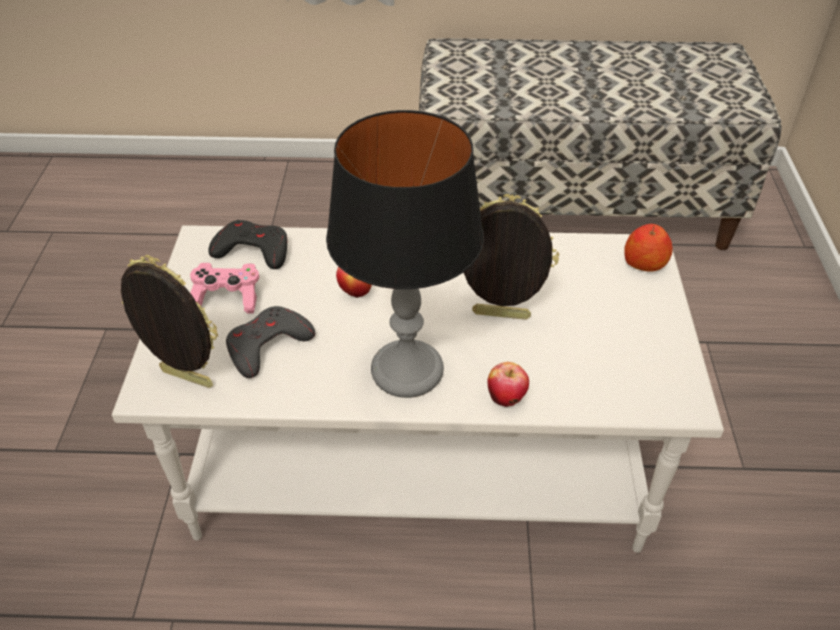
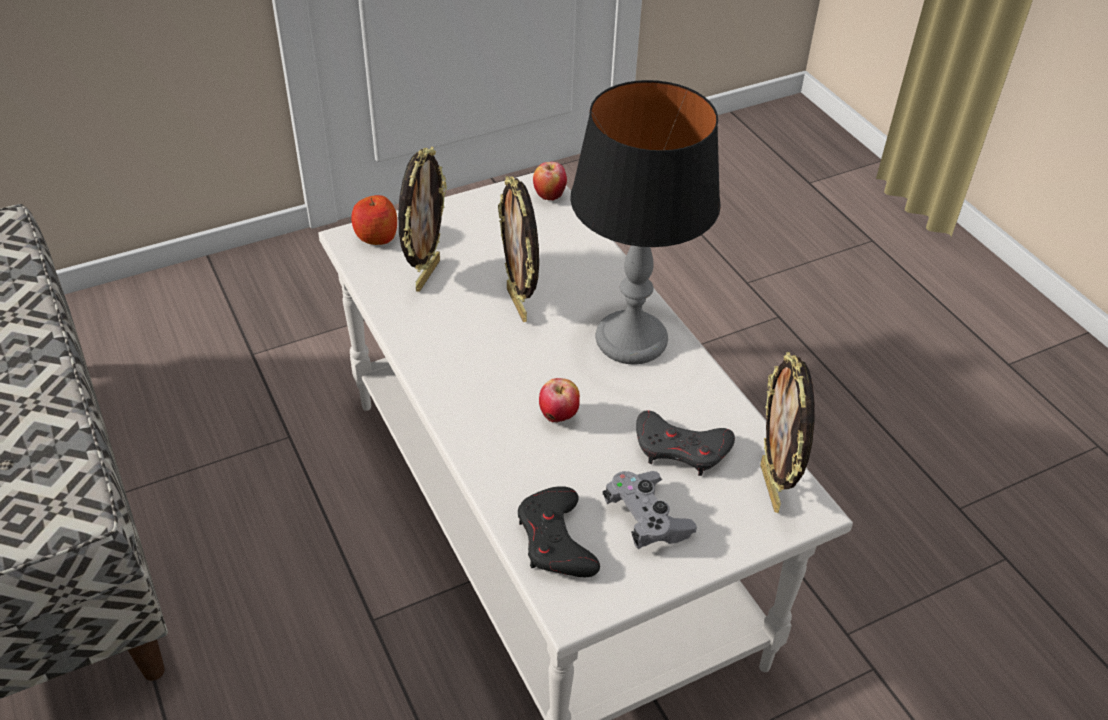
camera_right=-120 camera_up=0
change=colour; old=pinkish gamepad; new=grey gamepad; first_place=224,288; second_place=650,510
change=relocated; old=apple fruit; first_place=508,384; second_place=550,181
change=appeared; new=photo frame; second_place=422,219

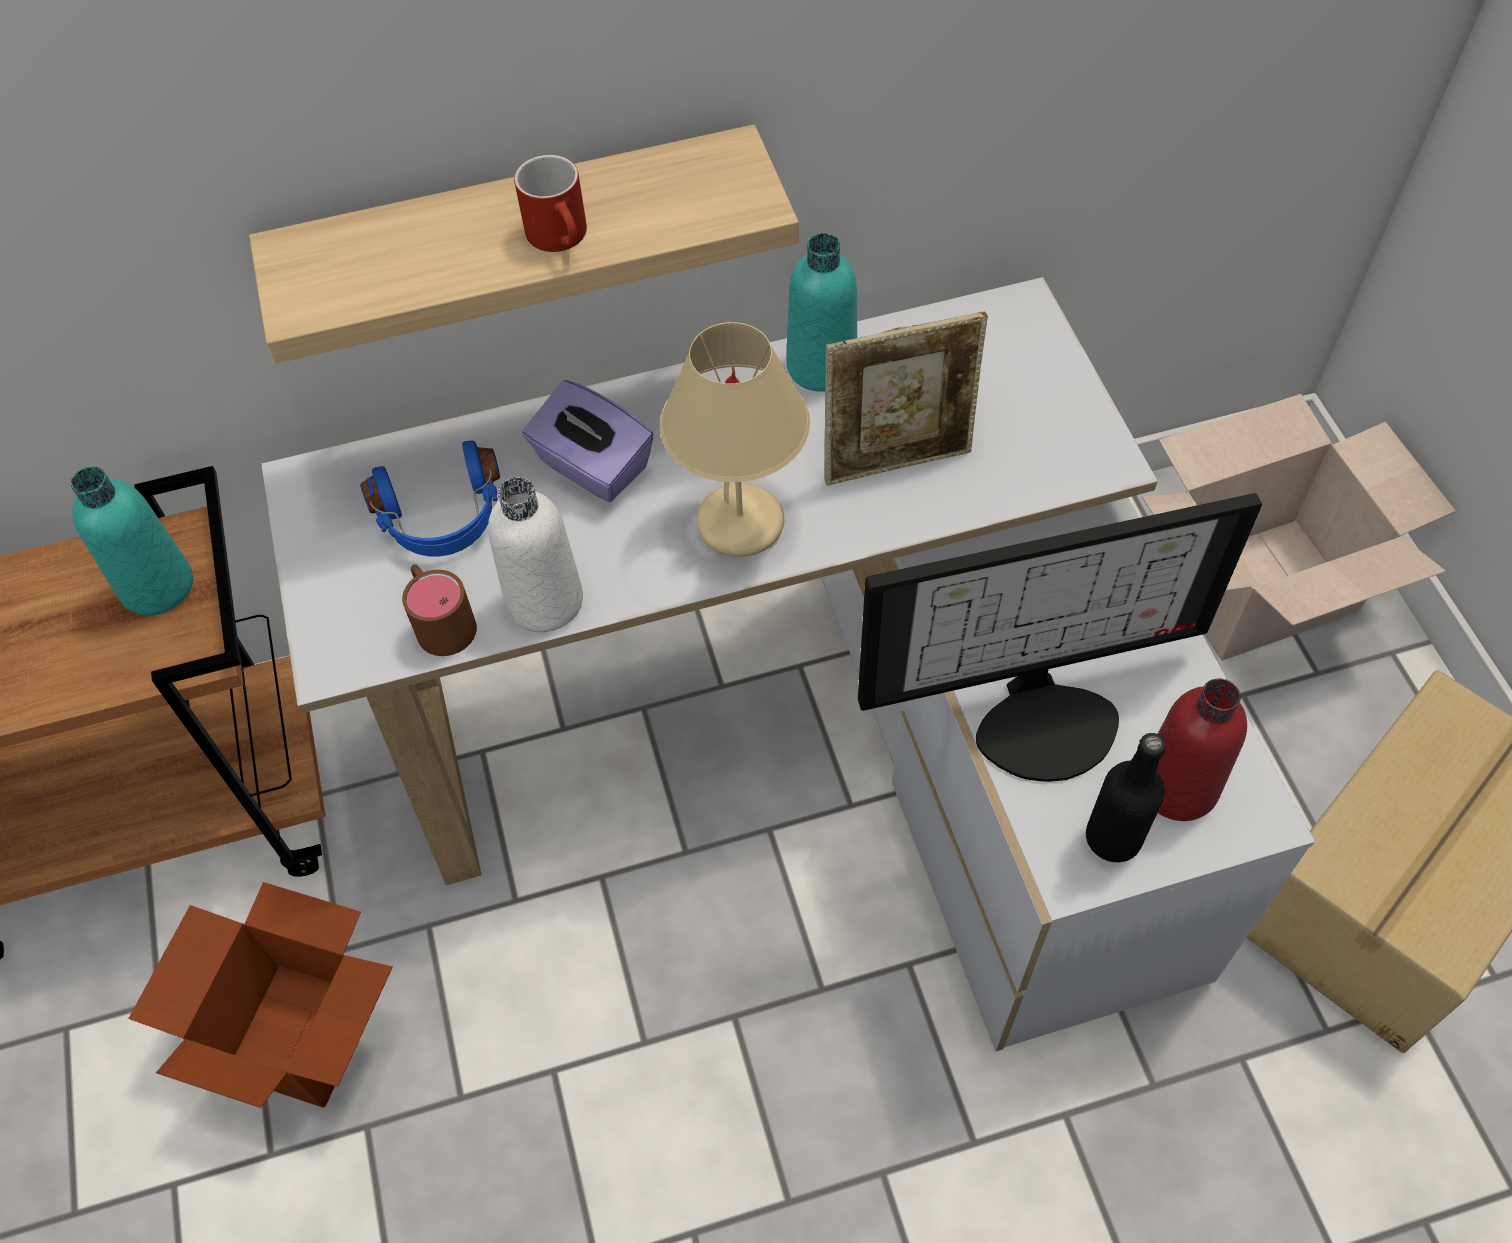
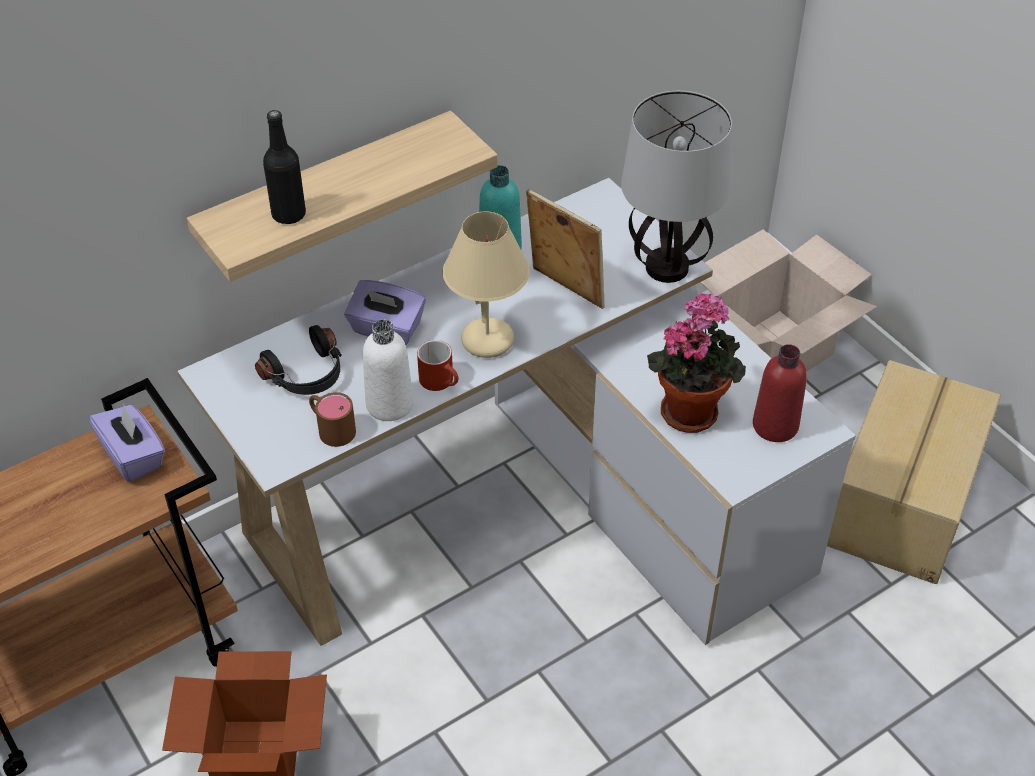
camera_right=-20 camera_up=-10
change=exchanged; old=turquoise bottle; new=purplish box of tissues; first_place=132,541; second_place=127,443
change=colour; old=bluish pair of headphones; new=black pair of headphones; first_place=430,499; second_place=298,360
change=relocated; old=red mug; first_place=550,203; second_place=437,365
change=spun; old=photo frame; first_place=906,398; second_place=565,249; degrees=-105
change=exchanged; old=computer screen; new=plant in a pot; first_place=1060,637; second_place=696,363
change=relocated; old=black bottle; first_place=1126,797; second_place=284,167
change=appeared; new=tabletop lamp; second_place=676,187

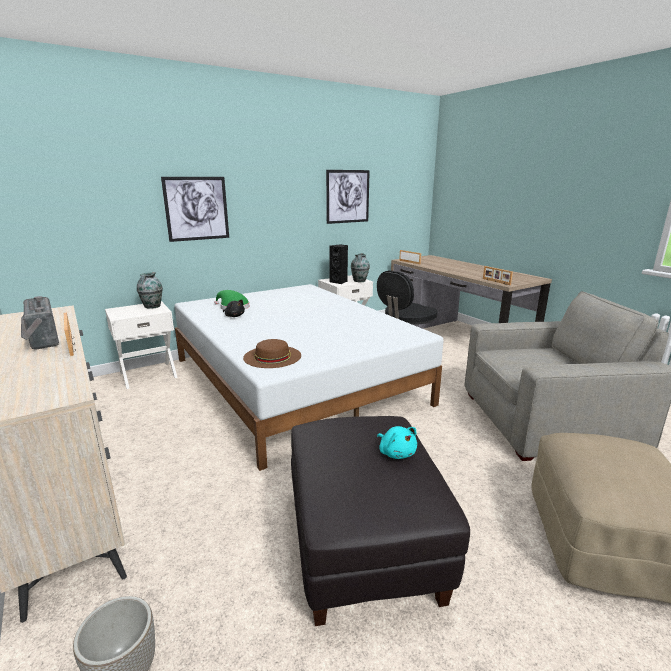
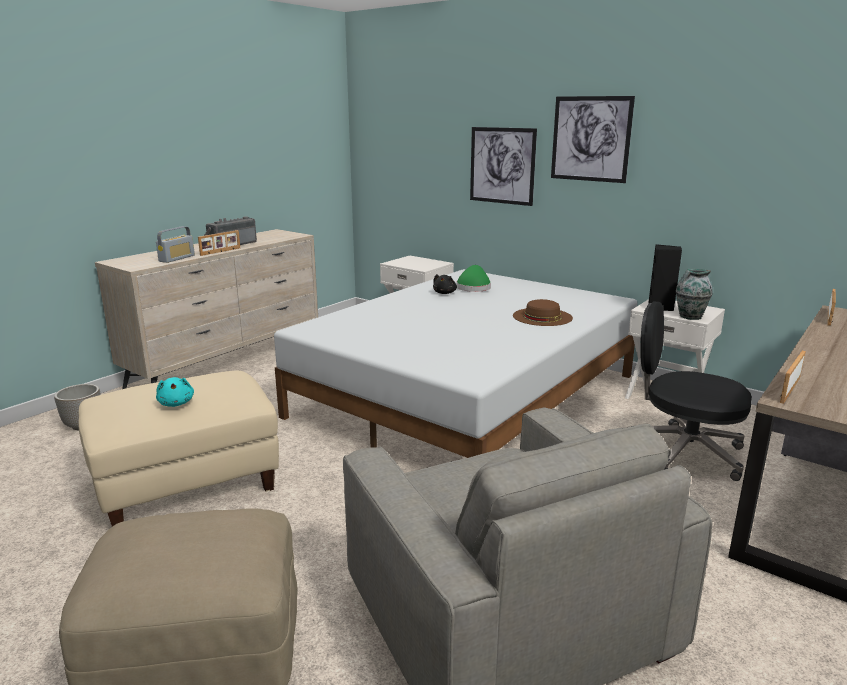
camera_right=70 camera_up=0
change=missing; old=flower vase; first_place=150,290
change=relocated; old=brown-coloured wearable hat; first_place=272,353; second_place=543,312
change=colour; old=black ottoman; new=beige-coloured ottoman; first_place=380,521; second_place=178,449
change=relocated; old=wall picture; first_place=348,197; second_place=593,139
change=spun; old=turquoise plush toy; first_place=397,442; second_place=175,392; degrees=-60
change=appeared; new=radio set; second_place=175,244

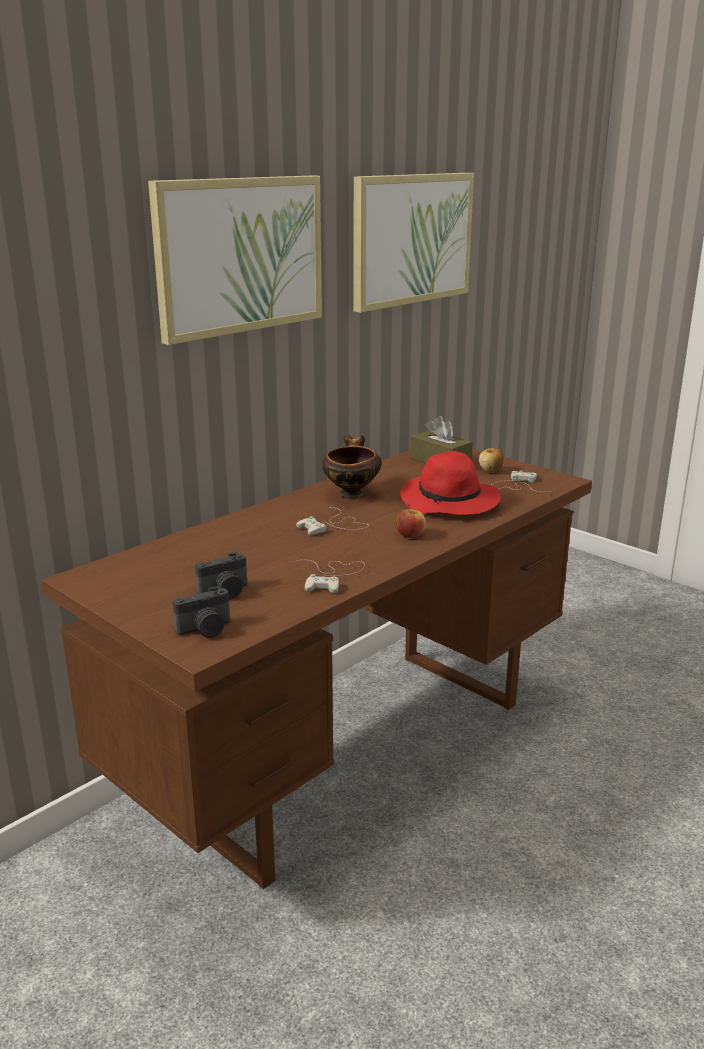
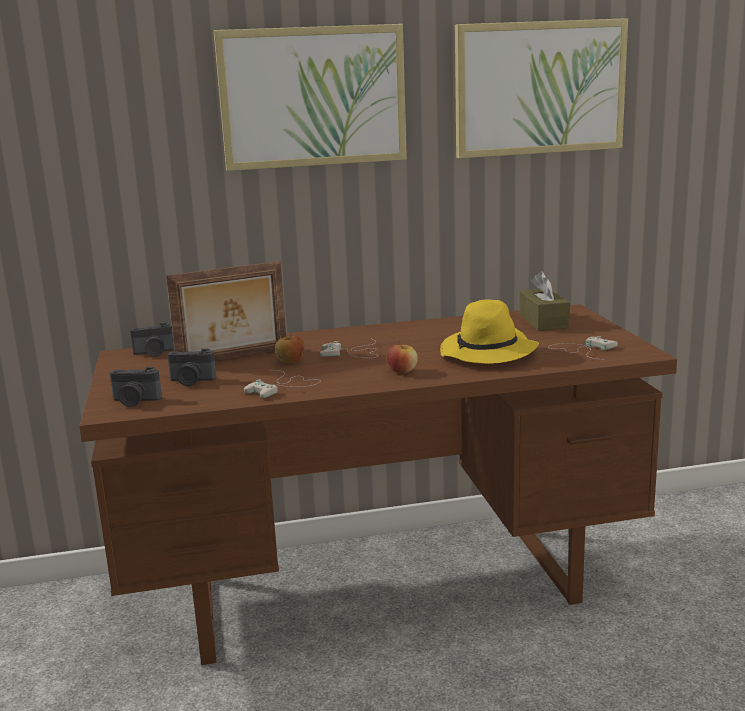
camera_right=35 camera_up=-5
change=missing; old=bowl; first_place=352,467
change=colour; old=red wearable hat; new=yellow-coloured wearable hat; first_place=450,483; second_place=489,332
change=relocated; old=apple fruit; first_place=491,460; second_place=289,349
change=appeared; new=photo camera; second_place=152,340
change=appeared; new=photo frame; second_place=226,311

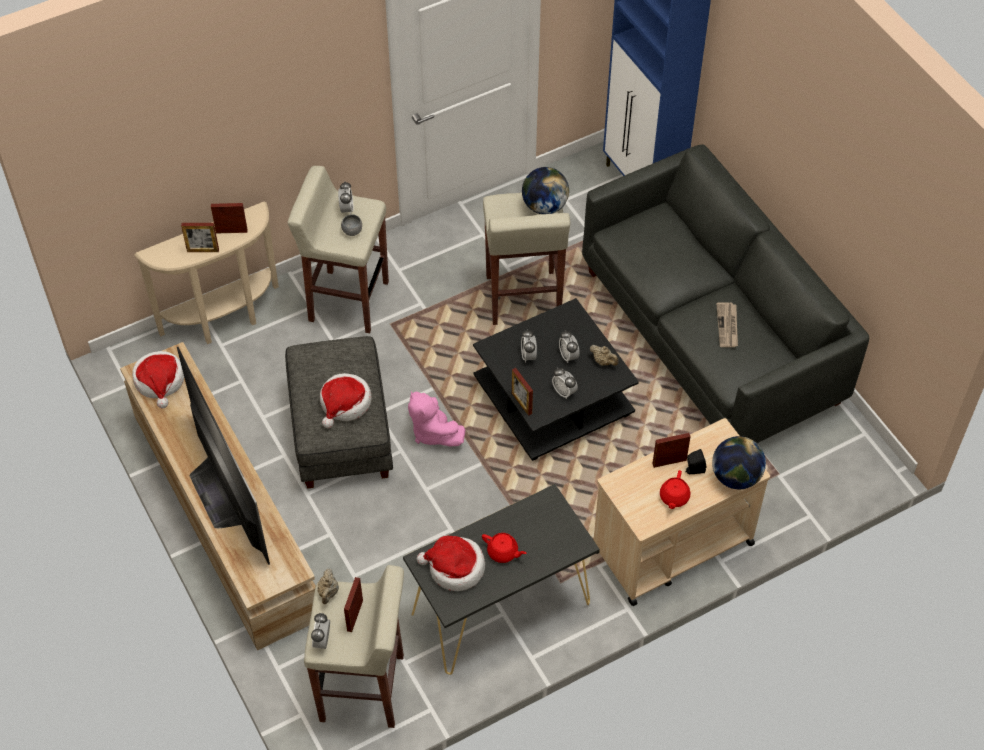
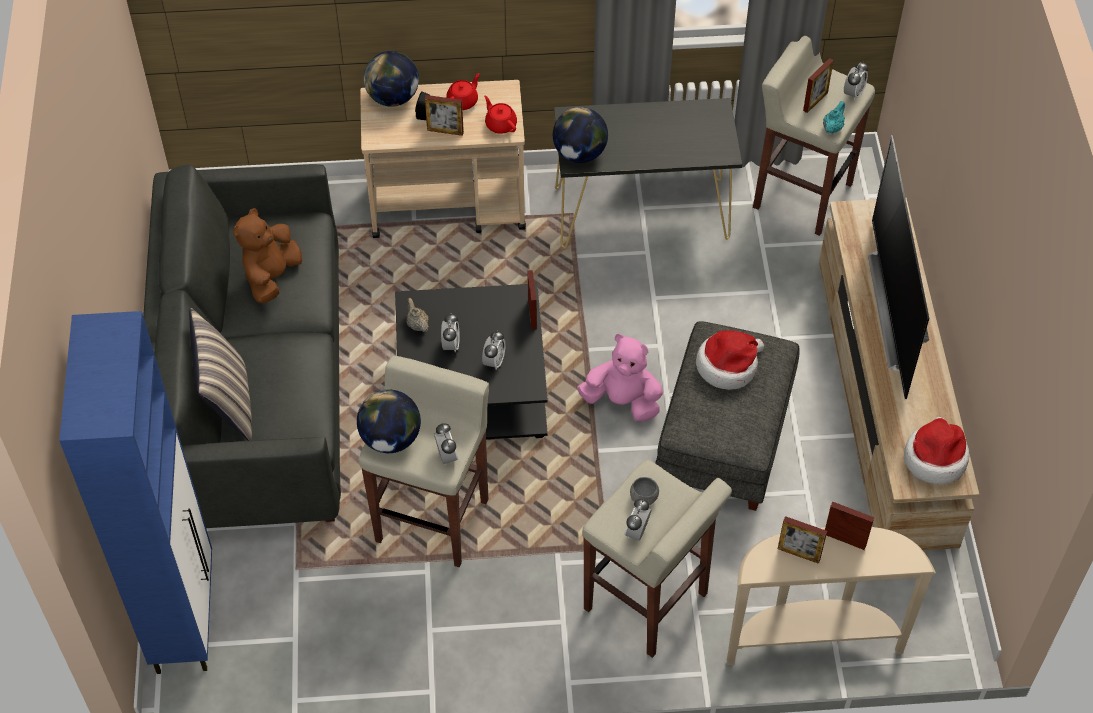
camera_right=-155 camera_up=0
change=colour; old=beige-coloured tea pot; new=turquoise tea pot; first_place=328,586; second_place=834,117
change=spun; old=pinkish plush toy; first_place=436,418; second_place=620,378; degrees=-60
change=missing; old=wearable hat; first_place=450,563
change=relocated; old=red tea pot; first_place=504,548; second_place=500,115
change=relocated; old=alarm clock; first_place=565,383; second_place=446,443
change=exchanged; old=newspaper; new=brown-coloured plush toy; first_place=727,324; second_place=267,256
change=appeared; new=cushion; second_place=220,374
change=appeared; new=globe; second_place=580,135

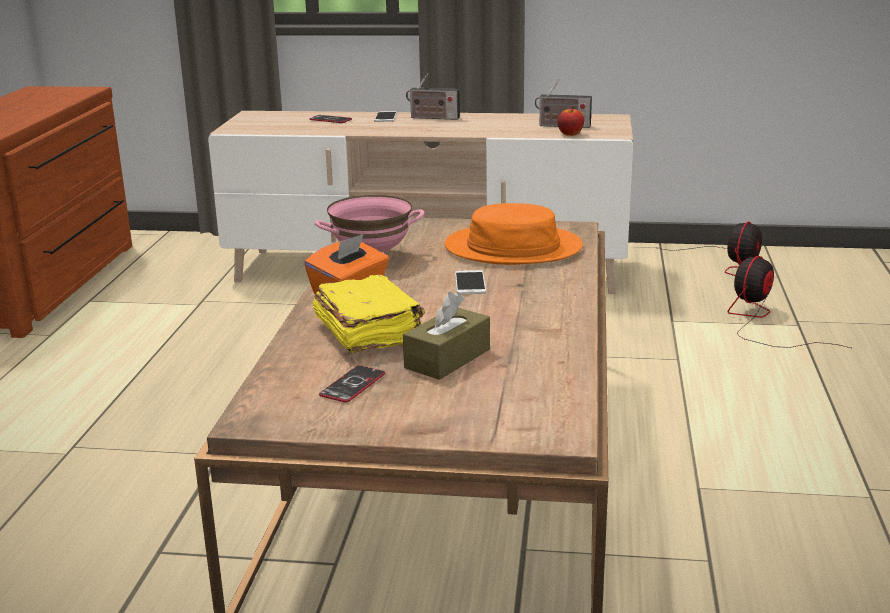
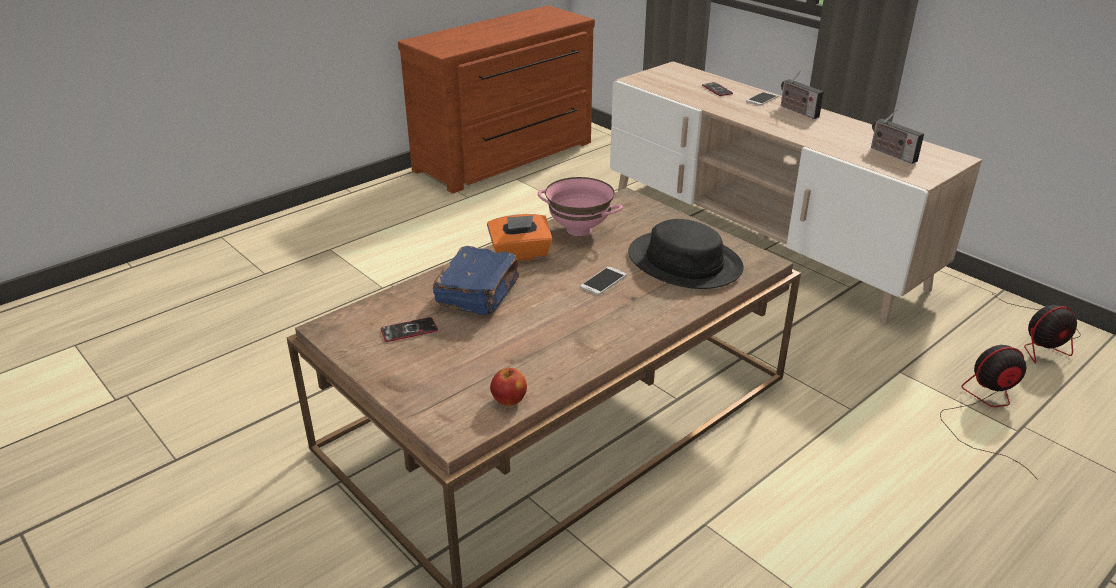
camera_right=40 camera_up=10
change=colour; old=yellow-coloured volume; new=bluish volume; first_place=369,313; second_place=476,280
change=missing; old=brown-coloured box of tissues; first_place=446,336
change=colour; old=orange-coloured wearable hat; new=black wearable hat; first_place=514,234; second_place=686,254
change=relocated; old=apple fruit; first_place=571,121; second_place=508,387

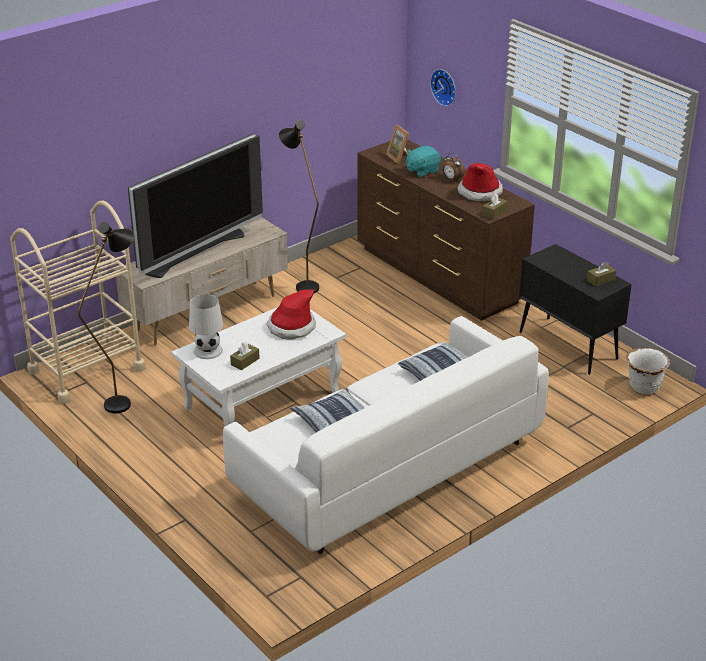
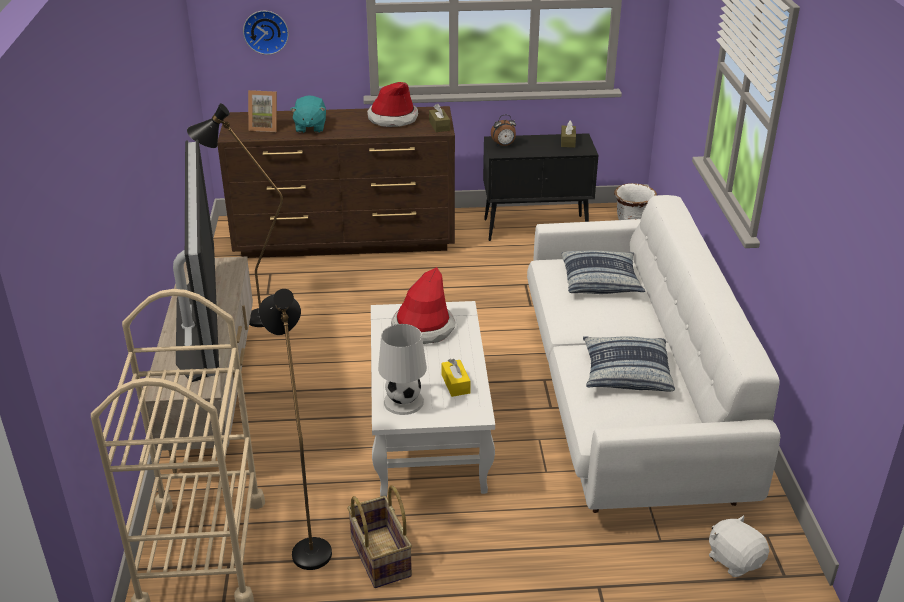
camera_right=-55 camera_up=0
change=colour; old=brown-coloured box of tissues; new=yellow-coloured box of tissues; first_place=244,356; second_place=456,378
change=relocated; old=alarm clock; first_place=453,167; second_place=503,131
change=appeared; new=household basket; second_place=379,536
change=appeared; new=whitish plush toy; second_place=739,546

